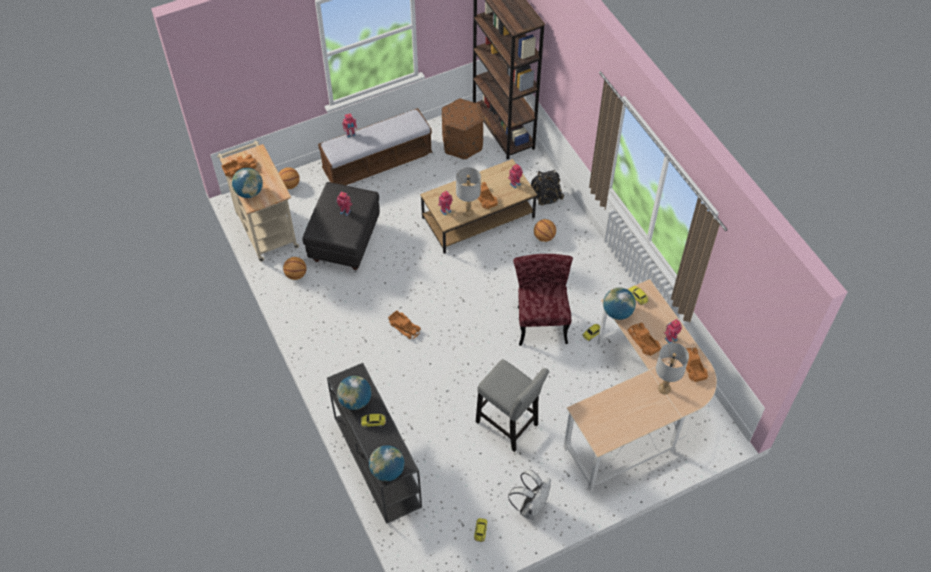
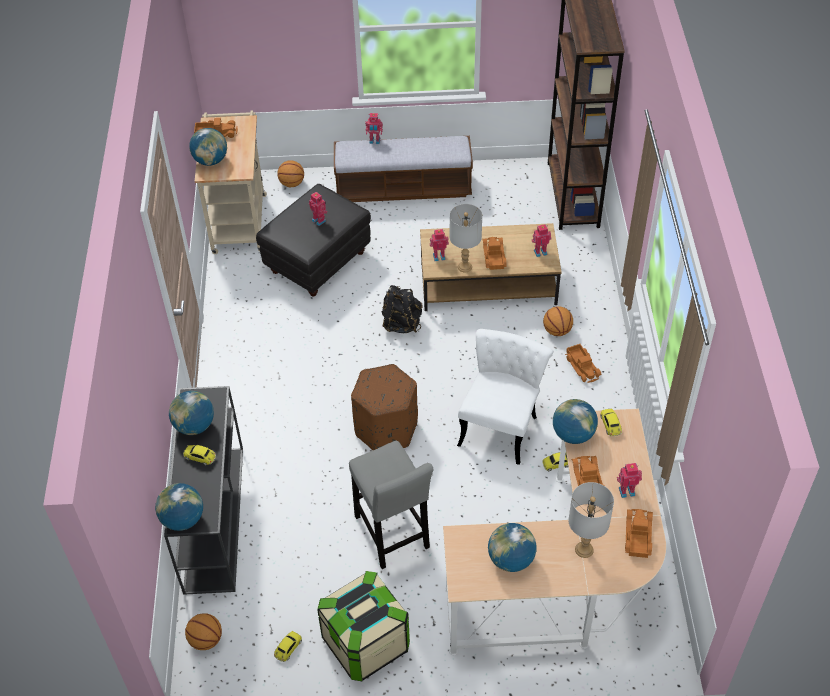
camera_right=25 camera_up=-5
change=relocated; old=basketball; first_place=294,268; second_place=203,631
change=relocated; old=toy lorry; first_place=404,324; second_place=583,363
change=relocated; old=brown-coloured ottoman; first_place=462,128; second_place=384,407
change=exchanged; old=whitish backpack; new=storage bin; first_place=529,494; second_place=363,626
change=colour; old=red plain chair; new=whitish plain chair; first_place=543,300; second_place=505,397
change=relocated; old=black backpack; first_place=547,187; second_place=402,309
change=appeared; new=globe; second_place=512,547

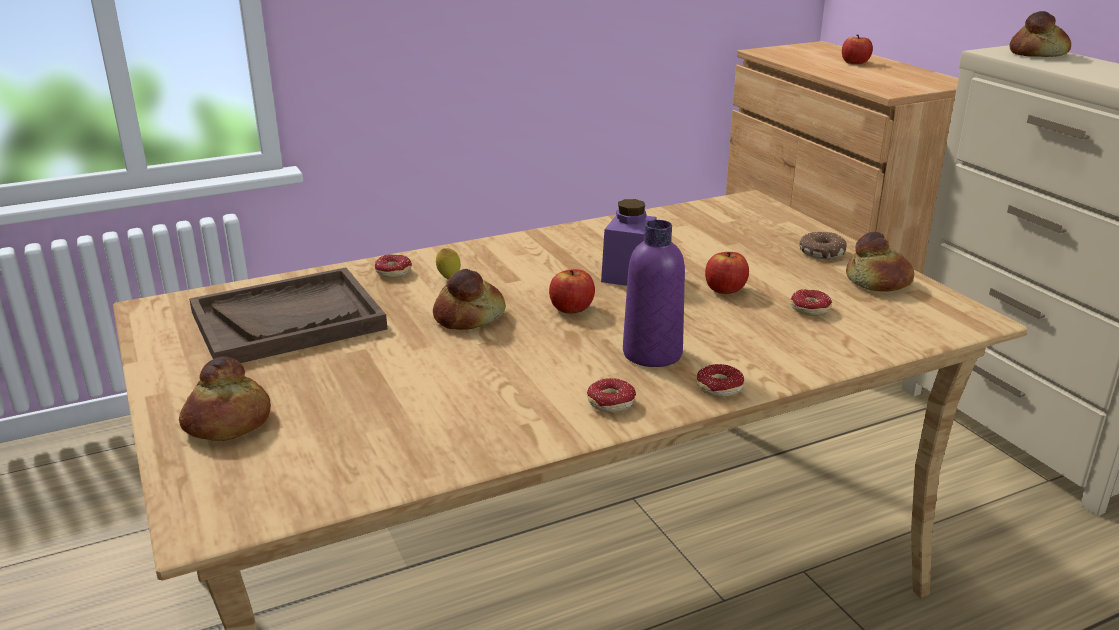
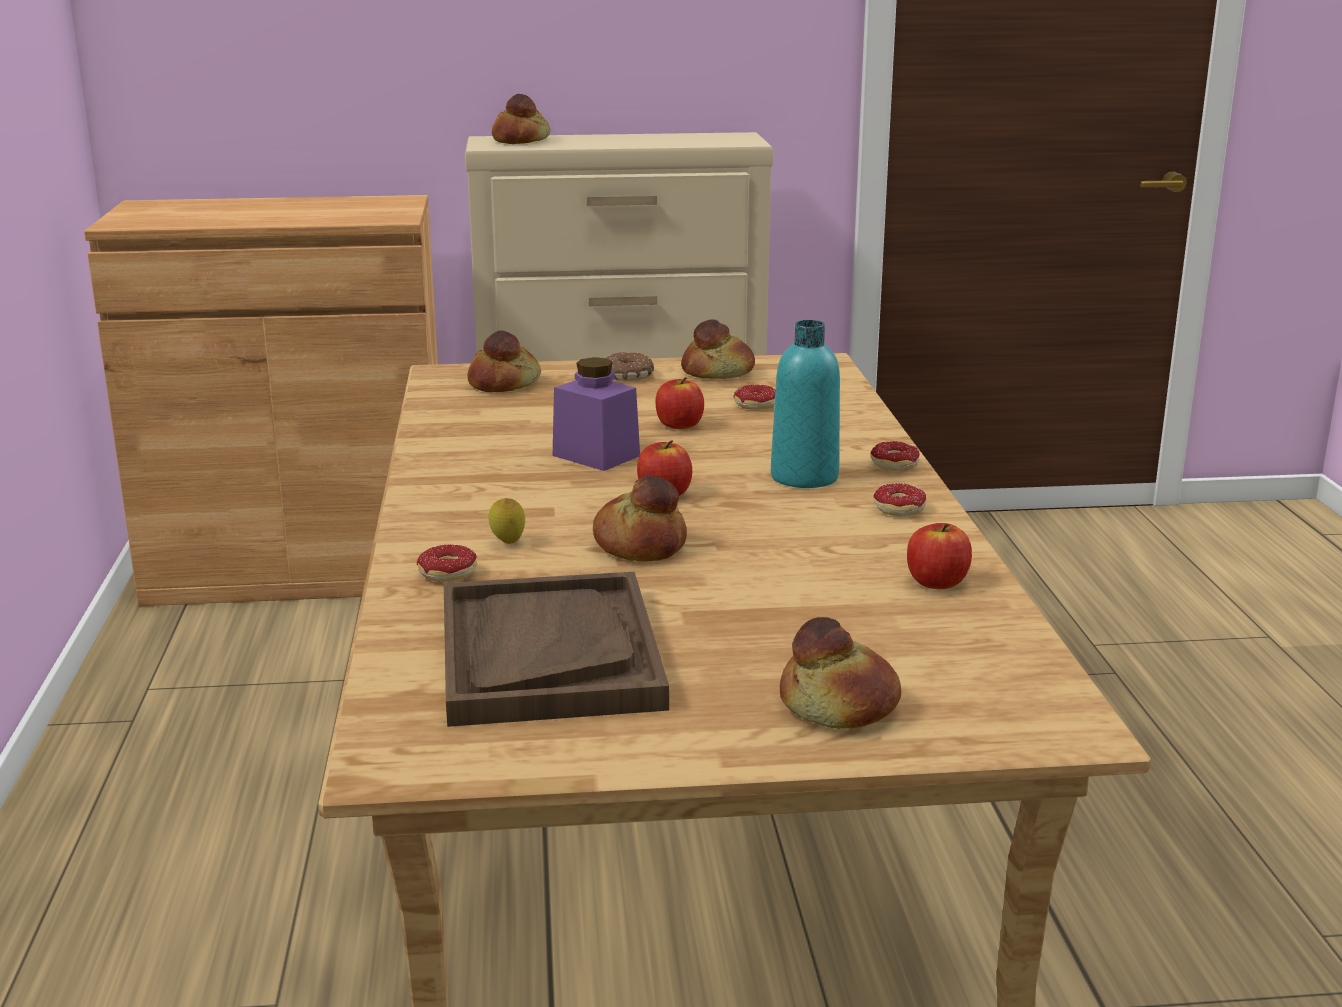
camera_right=-70 camera_up=-5
change=colour; old=purplish bottle; new=turquoise bottle; first_place=654,293; second_place=805,404
change=relocated; old=apple fruit; first_place=857,49; second_place=939,556
change=appeared; new=bread; second_place=504,361

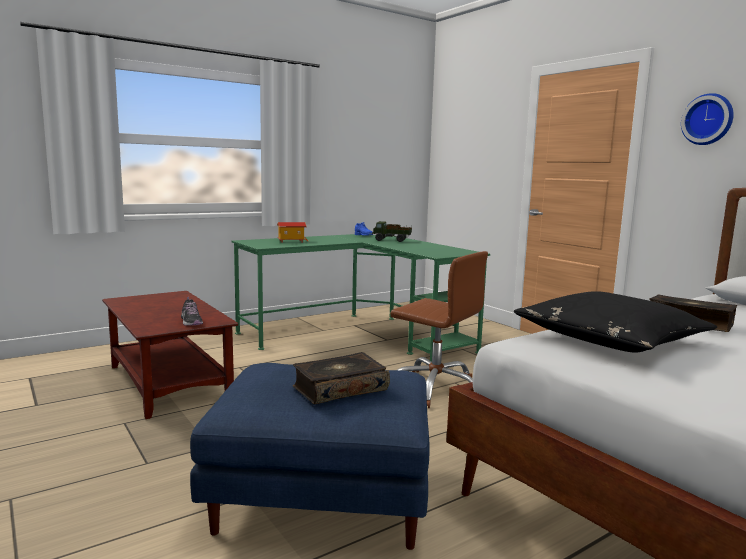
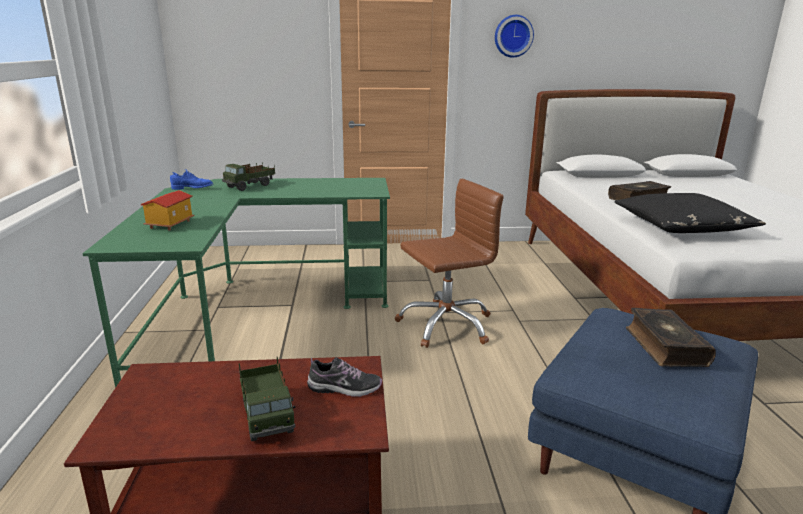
camera_right=-60 camera_up=10
change=appeared; new=toy lorry; second_place=267,399

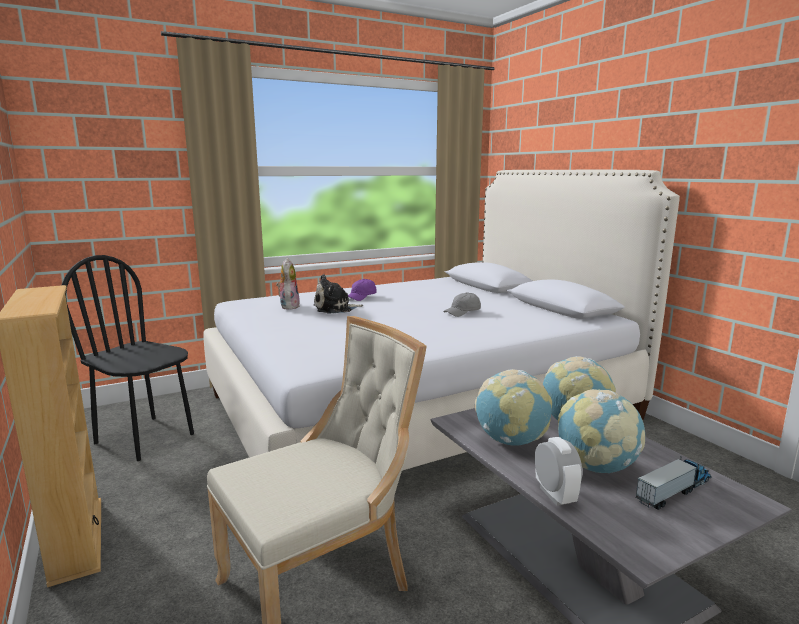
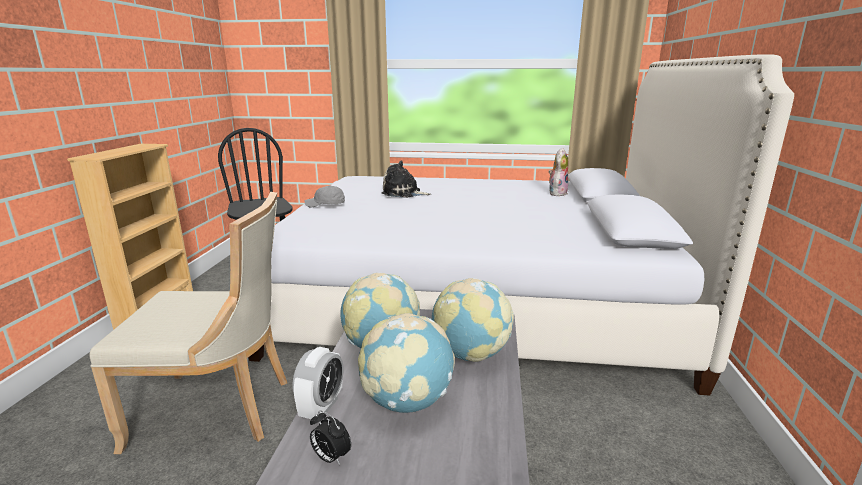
camera_right=35 camera_up=5
change=relocated; old=plush toy; first_place=288,284; second_place=558,172
change=missing; old=purplish peaked cap; first_place=362,290
change=relocated; old=grey peaked cap; first_place=462,304; second_place=324,196
change=missing; old=toy lorry; first_place=674,483
change=appeared; new=alarm clock; second_place=330,437

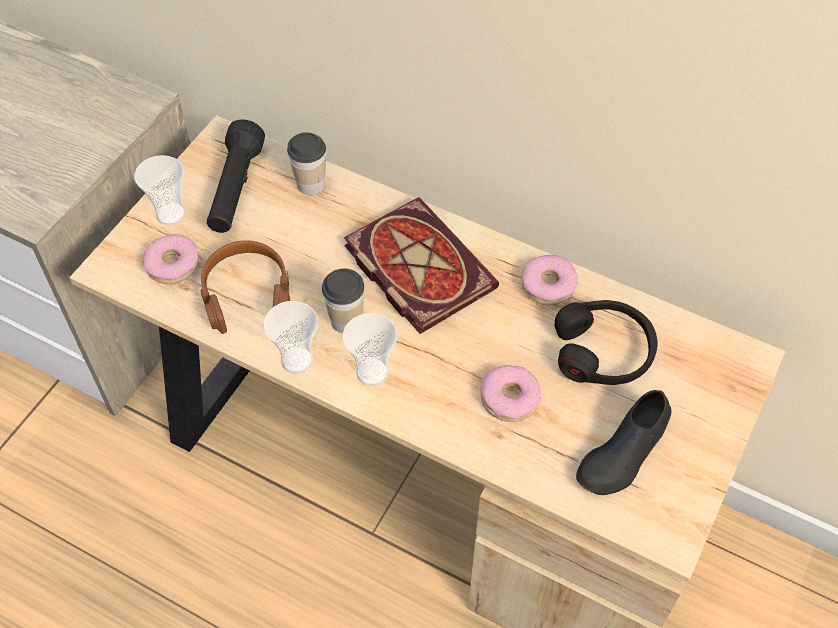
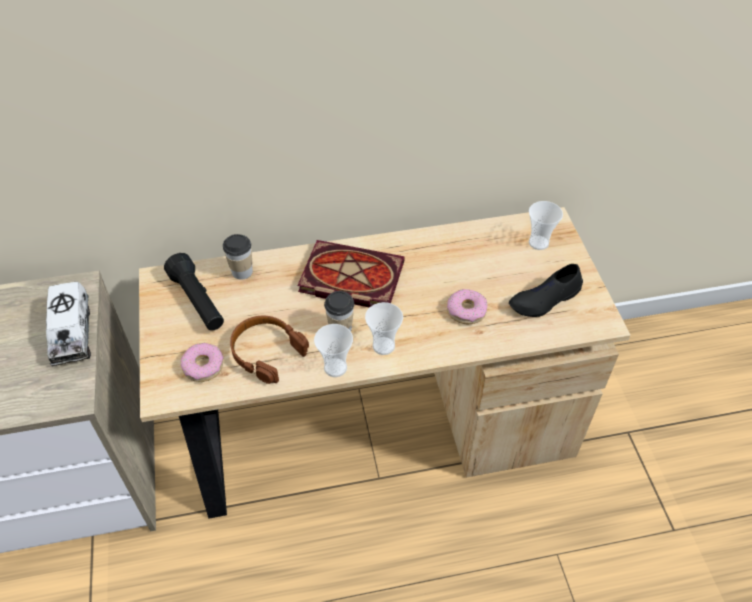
camera_right=-40 camera_up=-5
change=relocated; old=cup; first_place=160,190; second_place=546,225
change=missing; old=doughnut; first_place=549,280
change=missing; old=black pair of headphones; first_place=605,342
change=spun; old=black shoe; first_place=623,442; second_place=546,290; degrees=60
change=appeared; new=toy lorry; second_place=68,324

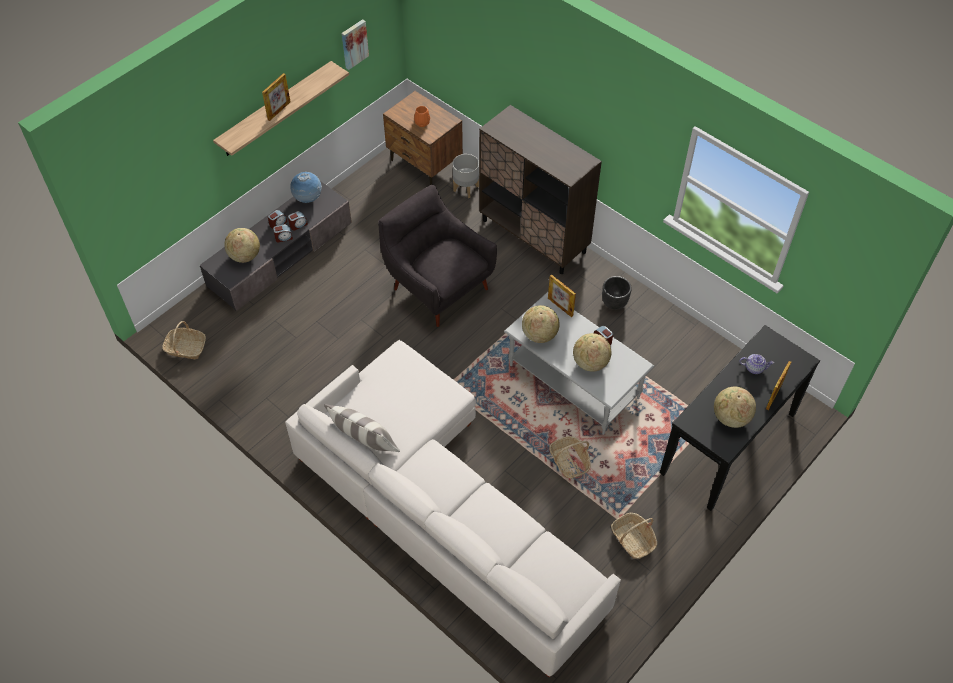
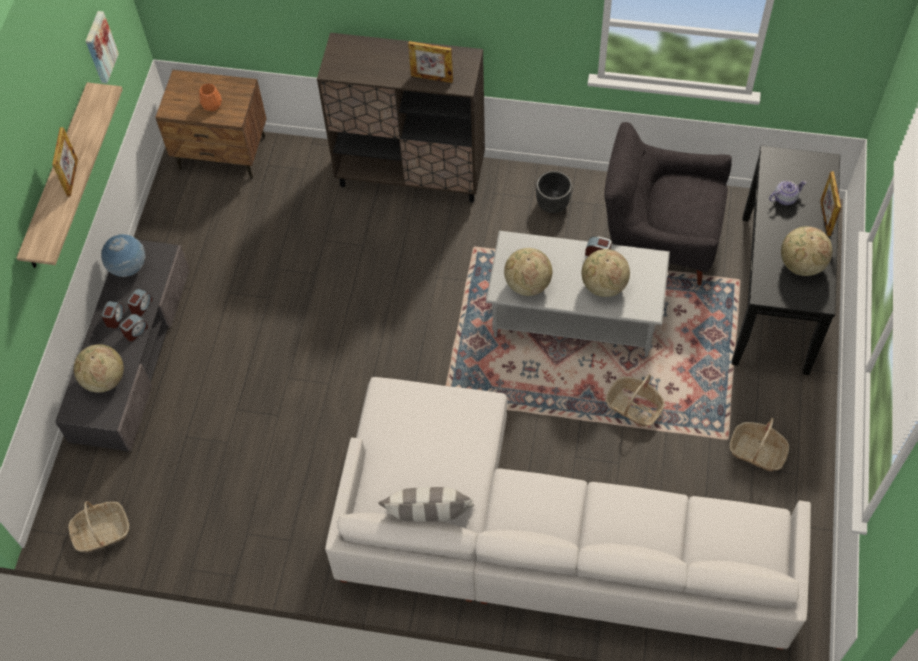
camera_right=-30 camera_up=5
change=relocated; old=grey armchair; first_place=437,256; second_place=668,203
change=missing; old=grey plant pot; first_place=466,176
change=relocated; old=photo frame; first_place=562,295; second_place=430,62

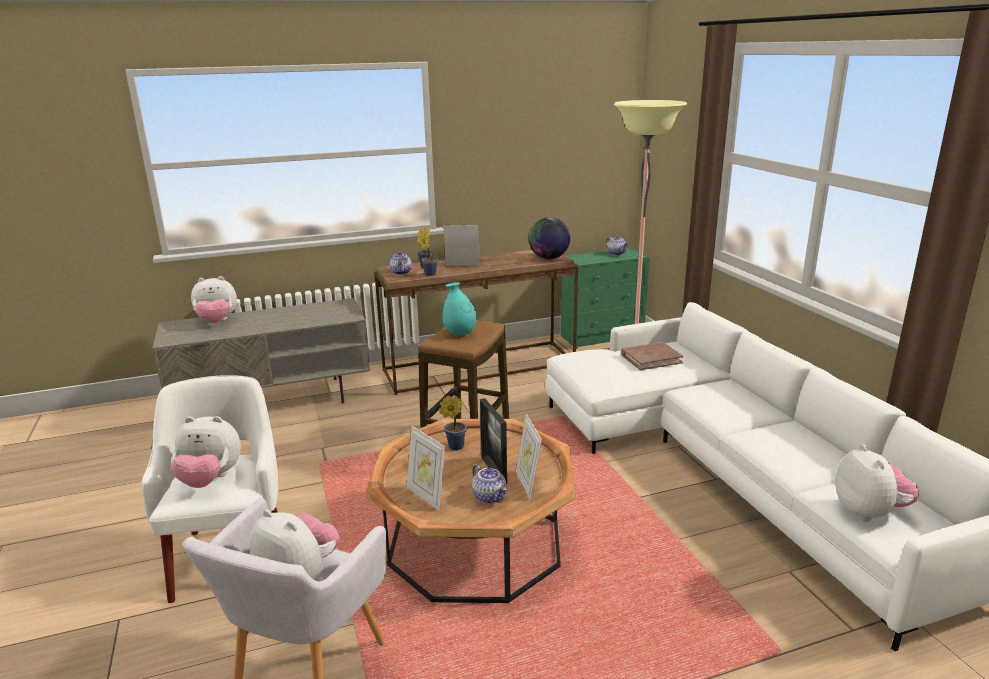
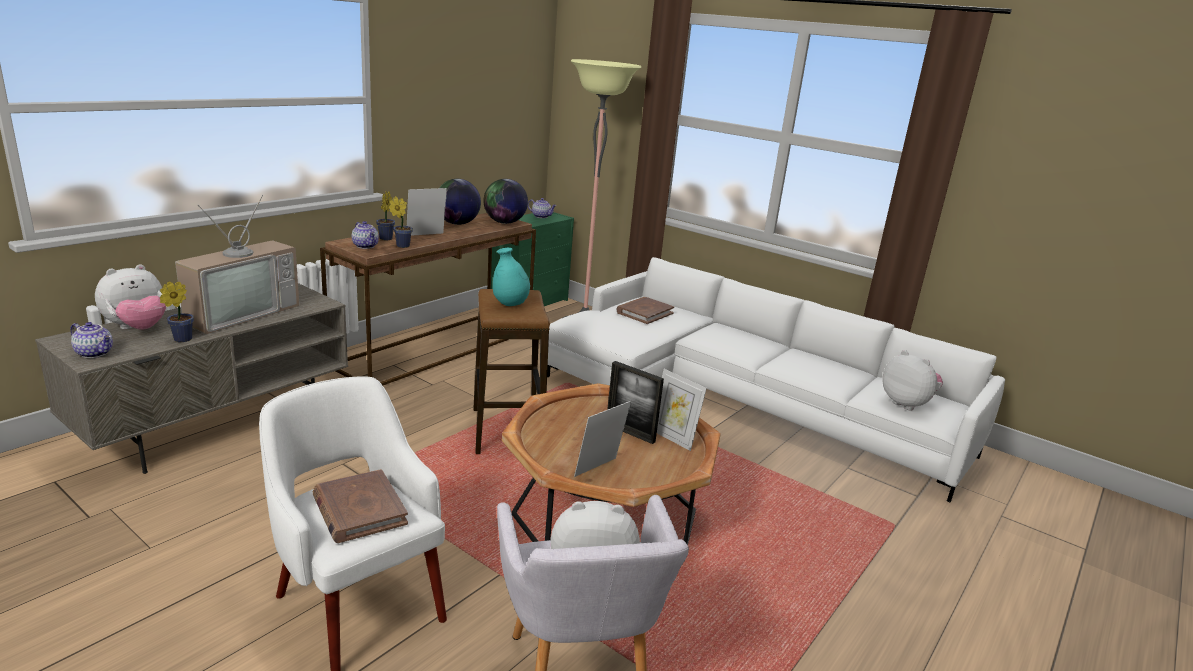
camera_right=-35 camera_up=0
change=exchanged; old=plush toy; new=brown-coloured volume; first_place=206,452; second_place=360,506
change=spun; old=photo frame; first_place=426,468; second_place=602,439; degrees=120
change=relocated; old=plant in a pot; first_place=453,423; second_place=177,312
change=relocated; old=tea pot; first_place=489,484; second_place=91,340
change=appeared; new=television; second_place=237,264
change=appeared; new=globe; second_place=460,202

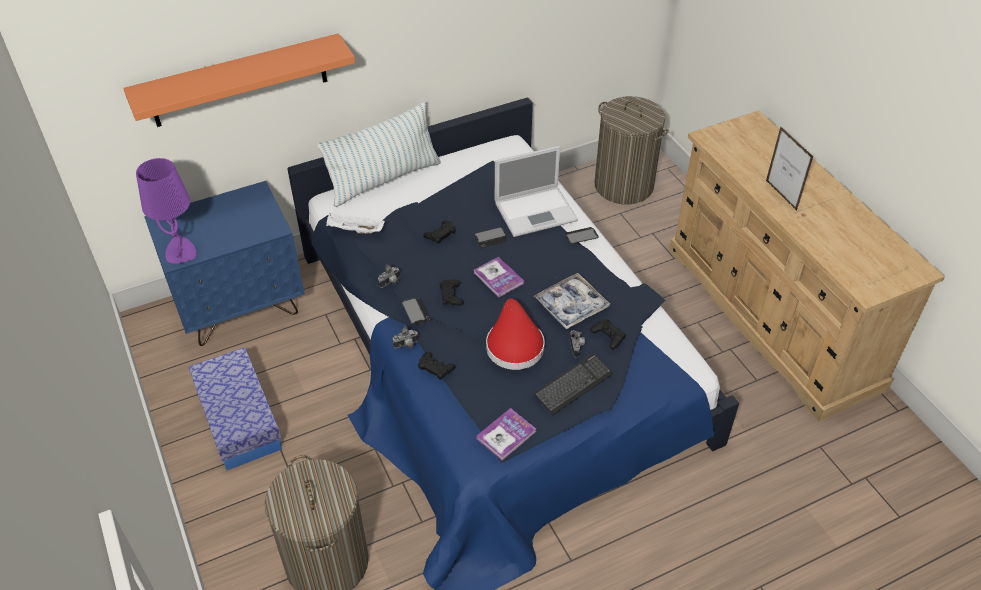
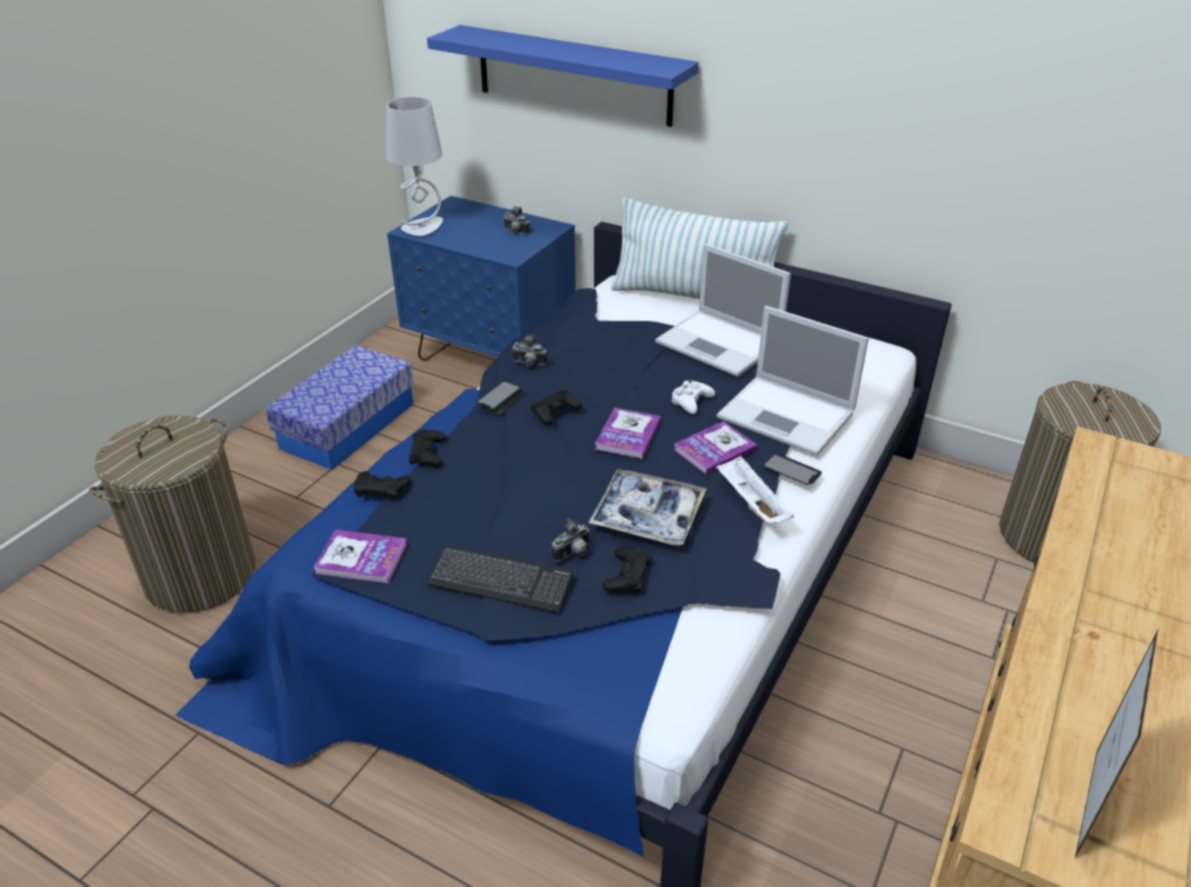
camera_right=55 camera_up=-10
change=colour; old=orange-coloured wall shelf; new=bluish wall shelf; first_place=239,80; second_place=563,76
change=colour; old=purplish tabletop lamp; new=grey tabletop lamp; first_place=166,210; second_place=414,166
change=relocated; old=whitish tray; first_place=355,223; second_place=755,489
change=relocated; old=photo camera; first_place=405,337; second_place=516,221
change=relocated; old=black gamepad; first_place=439,232; second_place=382,486
change=exchanged; old=telephone; new=whitish gamepad; first_place=491,237; second_place=693,397
change=missing; old=red wearable hat; first_place=515,334
change=relocated; old=photo frame; first_place=790,168; second_place=1117,742
change=appeared; new=portable computer; second_place=723,310
change=appeared; new=volume; second_place=715,448

